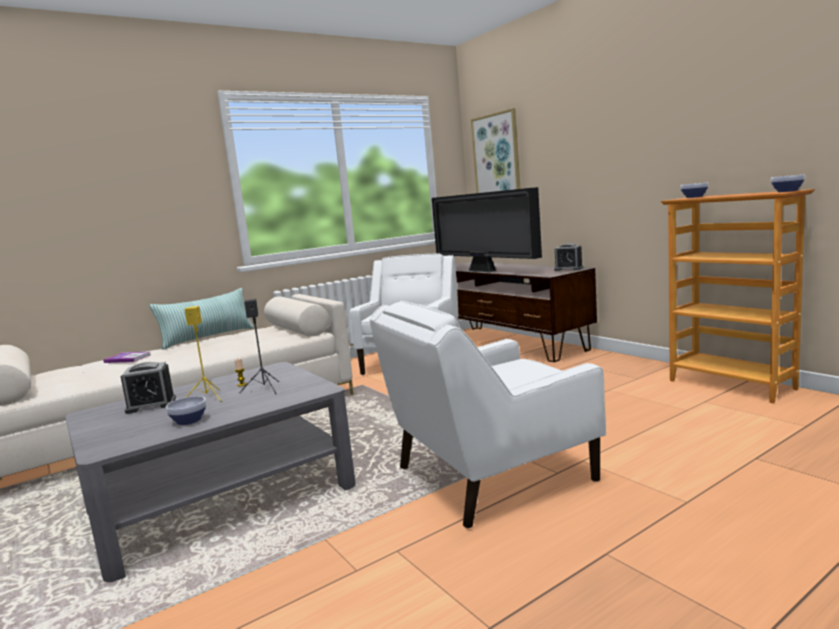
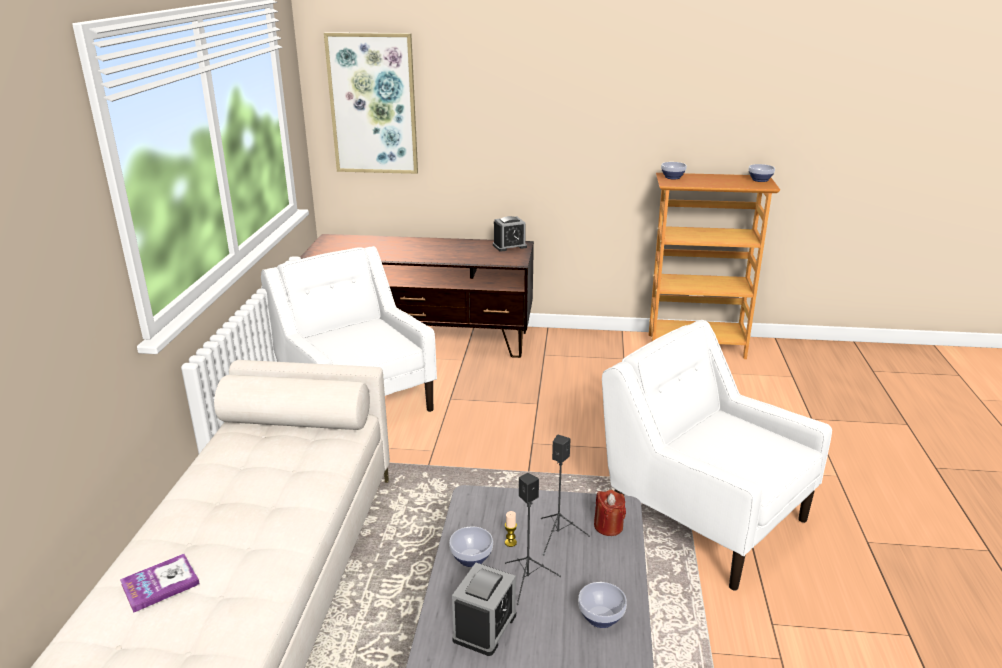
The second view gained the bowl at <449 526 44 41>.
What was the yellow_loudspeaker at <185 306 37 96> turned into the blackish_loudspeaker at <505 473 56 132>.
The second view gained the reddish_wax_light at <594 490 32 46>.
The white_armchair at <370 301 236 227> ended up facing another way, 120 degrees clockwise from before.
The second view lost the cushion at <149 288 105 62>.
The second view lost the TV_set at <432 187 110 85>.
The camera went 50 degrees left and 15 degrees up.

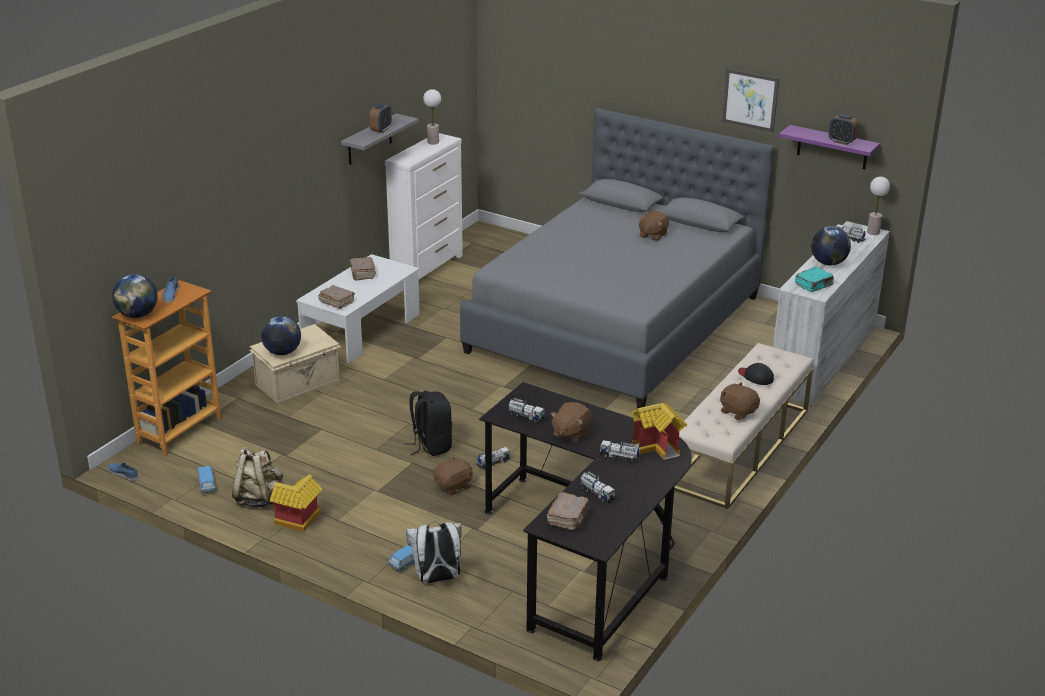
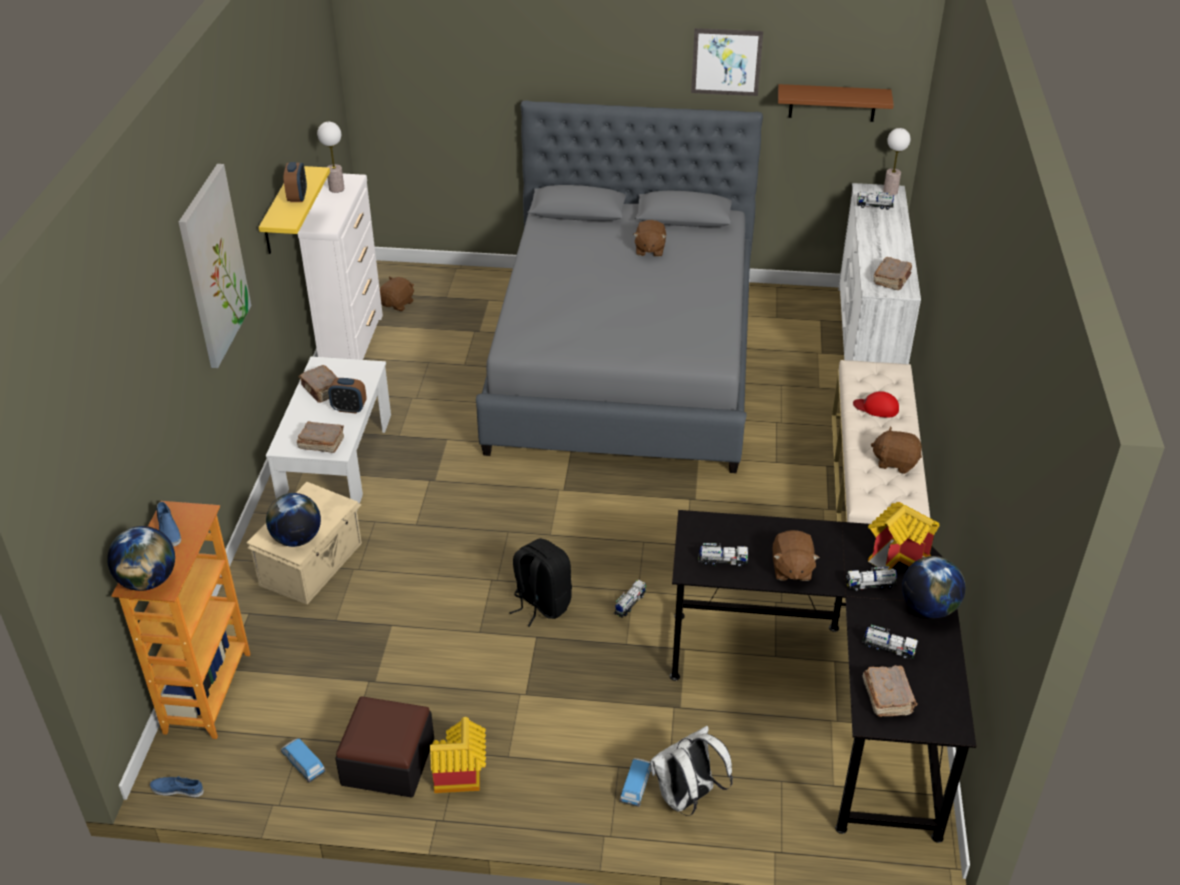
The second view gained the wall_art at <179 164 72 204>.
What was the greyish_wall_shelf at <341 113 77 52> turned into the yellow_wall_shelf at <259 166 71 88>.
The table_clock ended up elsewhere, having gone from <828 114 31 31> to <328 378 38 36>.
Where the beige-coloured_knapsack stood at <232 447 51 61>, the pouffe came to stand at <335 696 99 102>.
The brown-coloured_plush_toy ended up elsewhere, having gone from <433 456 40 39> to <380 276 34 35>.
What was the purple_wall_shelf at <779 125 101 44> turned into the brown-coloured_wall_shelf at <778 84 116 38>.
What was the blackish_baseball_cap at <738 363 36 22> turned into the reddish_baseball_cap at <853 391 46 27>.
What was the turquoise_bound_book at <795 267 39 25> turned into the brown-coloured_bound_book at <874 257 38 33>.
The world_globe ended up elsewhere, having gone from <811 226 40 39> to <902 556 63 62>.
The camera went 25 degrees left and 10 degrees up.

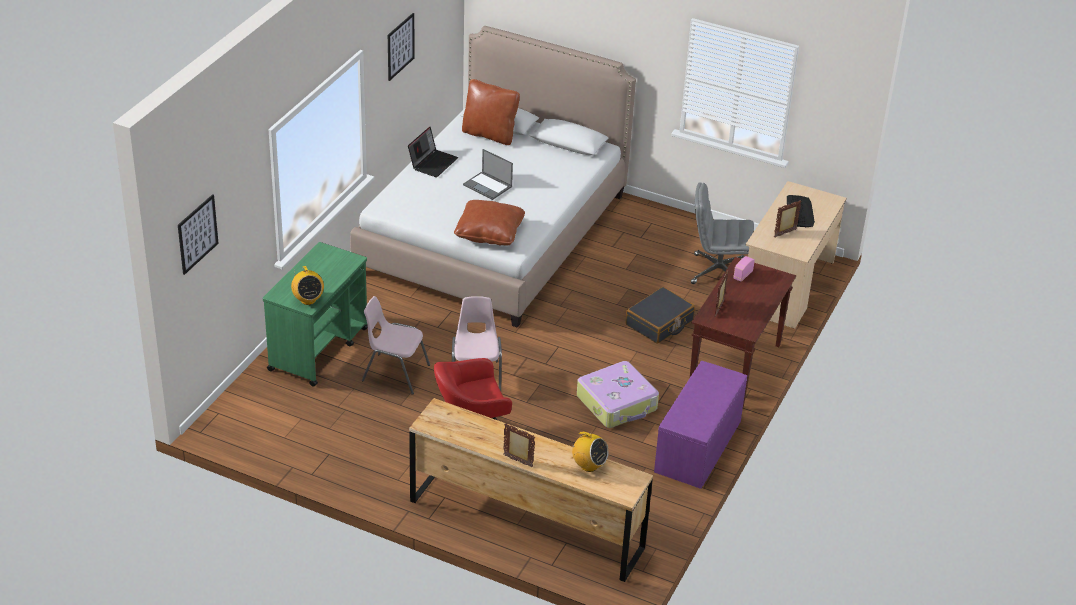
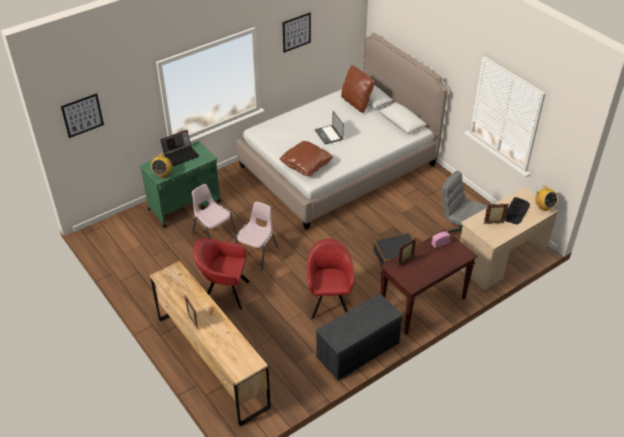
The portable_computer ended up elsewhere, having gone from <408 127 50 50> to <161 130 38 36>.
Where the piece_of_luggage stood at <577 361 82 67>, the reddish_armchair came to stand at <307 239 48 80>.
What was the purple_indoor_bench at <654 361 93 128> turned into the greyish_indoor_bench at <316 294 87 86>.
The radio ended up elsewhere, having gone from <572 432 37 40> to <535 186 23 25>.
The camera went 30 degrees right and 5 degrees up.

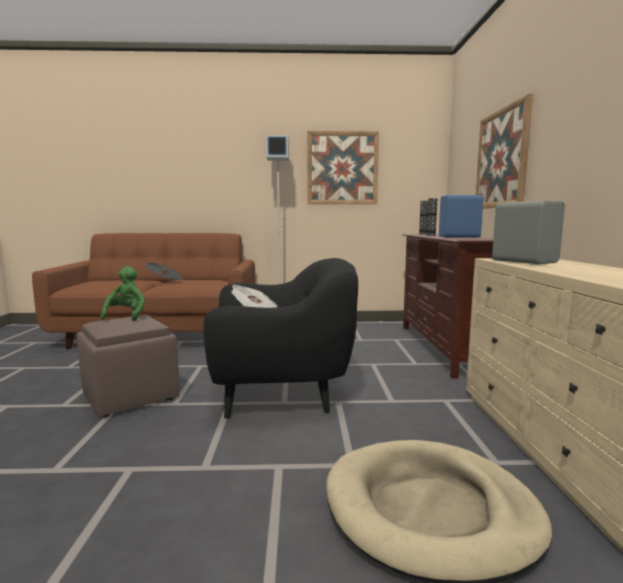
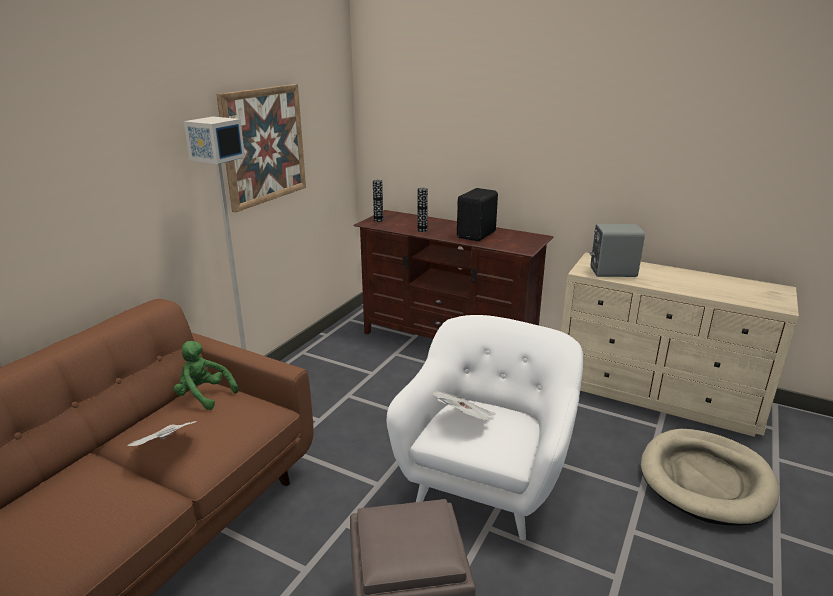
The green_plush_toy ended up elsewhere, having gone from <100 266 45 55> to <174 341 64 69>.
What was the blackish_armchair at <203 258 155 161> turned into the white_armchair at <387 315 196 225>.
What was the blue-coloured_loudspeaker at <439 195 44 43> turned into the blackish_loudspeaker at <457 188 41 53>.
The second view lost the wall_art at <476 94 57 115>.
The camera went 60 degrees left and 15 degrees up.

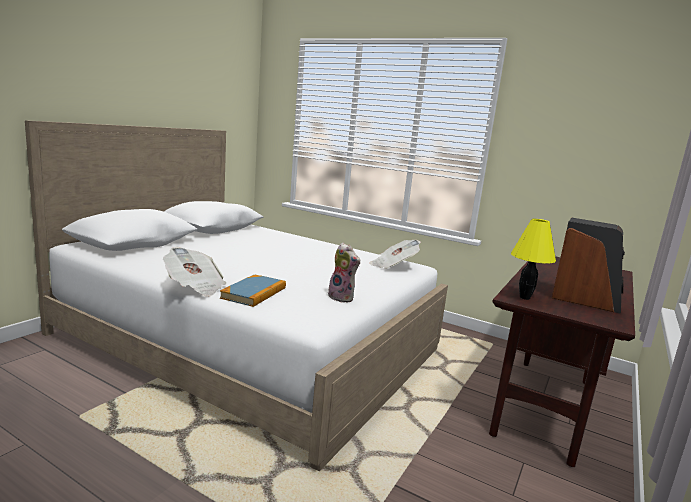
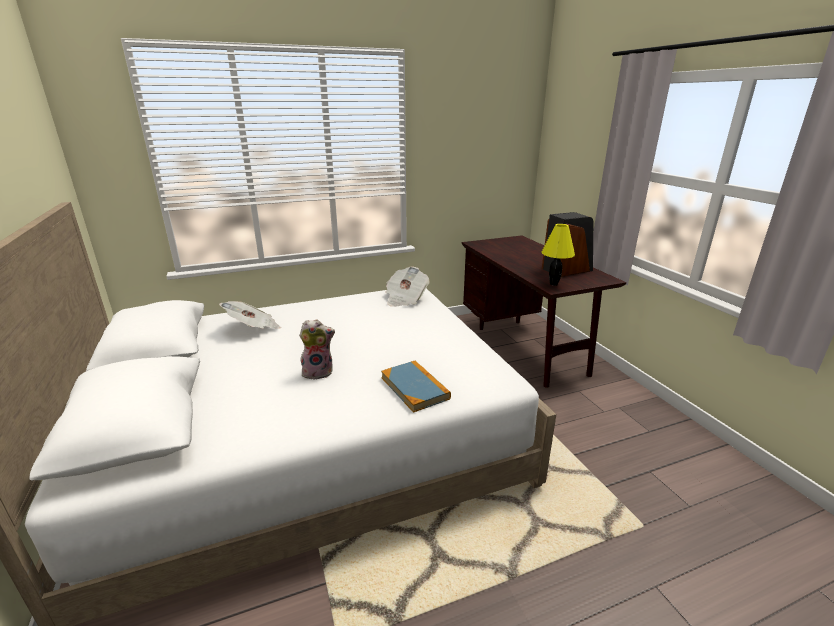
The daily_paper ended up elsewhere, having gone from <163 247 63 50> to <219 301 62 28>.
The plush_toy ended up elsewhere, having gone from <328 243 32 59> to <299 319 36 61>.
The camera went 50 degrees left and 10 degrees up.

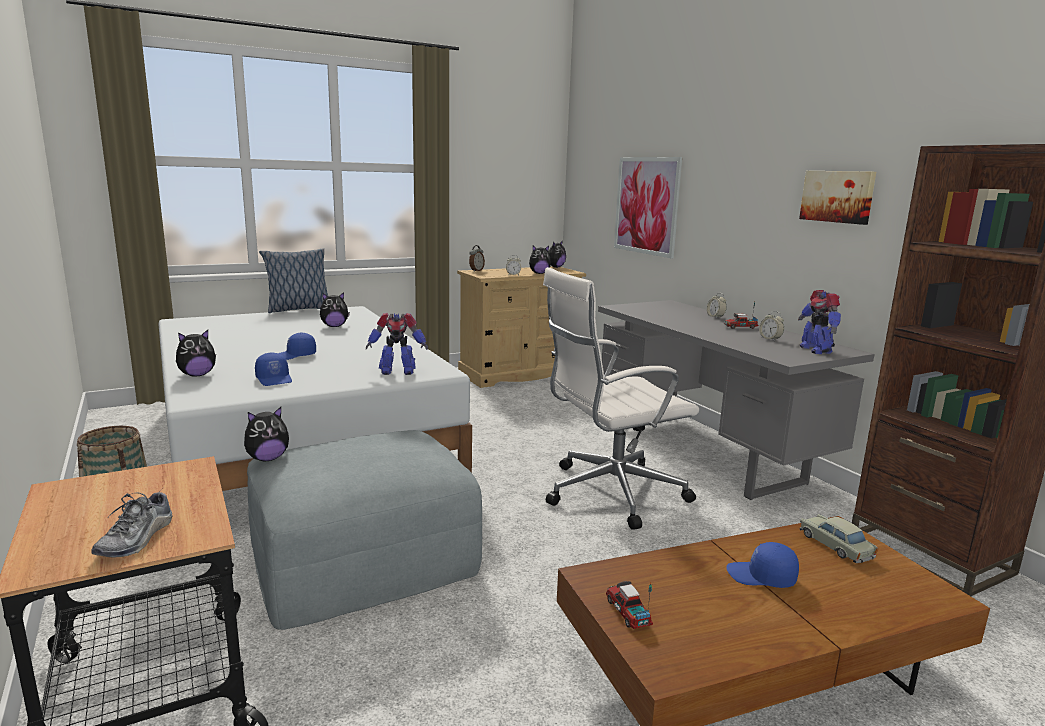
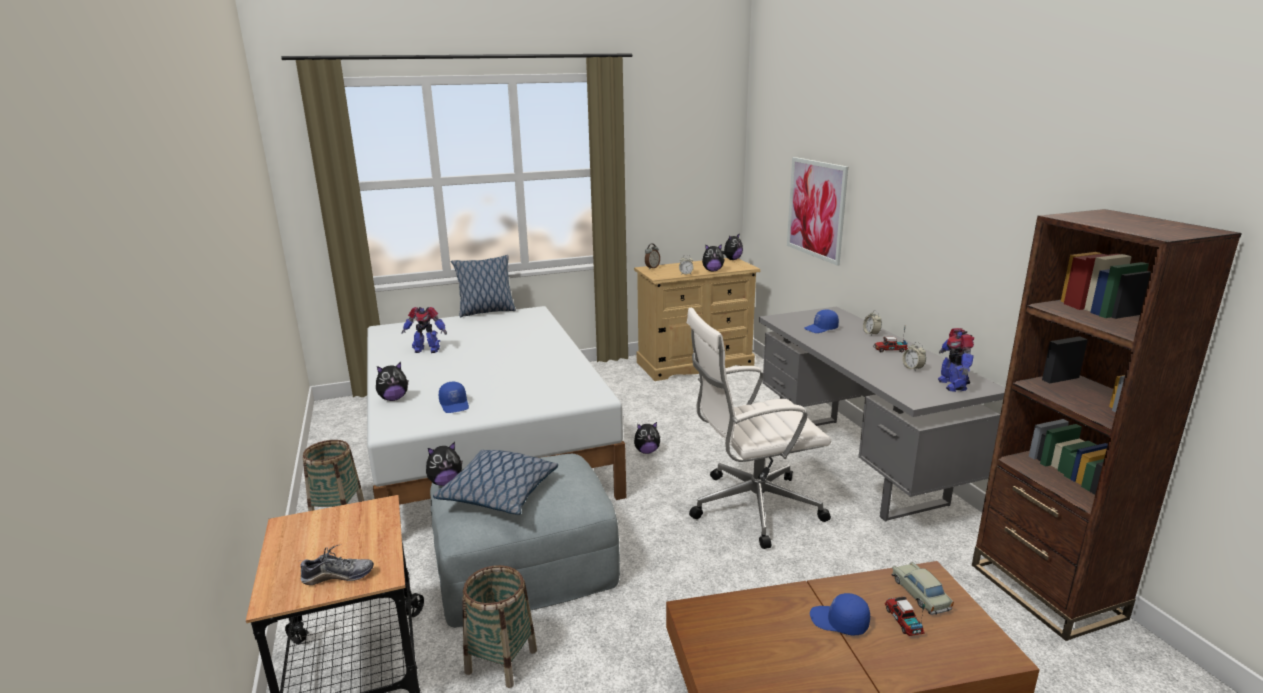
The item_of_footwear at <91 489 82 68> ended up facing another way, 120 degrees counterclockwise from before.
The toy_robot ended up elsewhere, having gone from <366 312 62 63> to <402 307 45 46>.
The second view gained the cushion at <433 450 125 65>.
The second view gained the storage_basket at <462 565 75 123>.
The plush_toy ended up elsewhere, having gone from <320 292 30 35> to <634 422 26 32>.
The blue-coloured_baseball_cap ended up elsewhere, having gone from <278 333 38 27> to <804 309 35 24>.
The model_truck ended up elsewhere, having gone from <606 581 47 48> to <885 597 40 39>.
The second view lost the wall_art at <799 171 77 54>.
The camera went 10 degrees right and 5 degrees up.

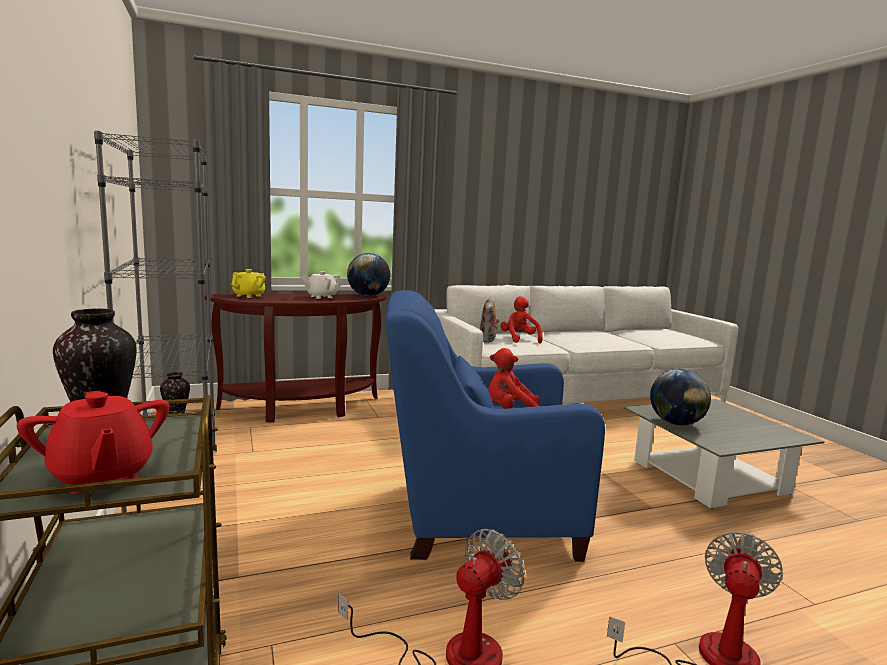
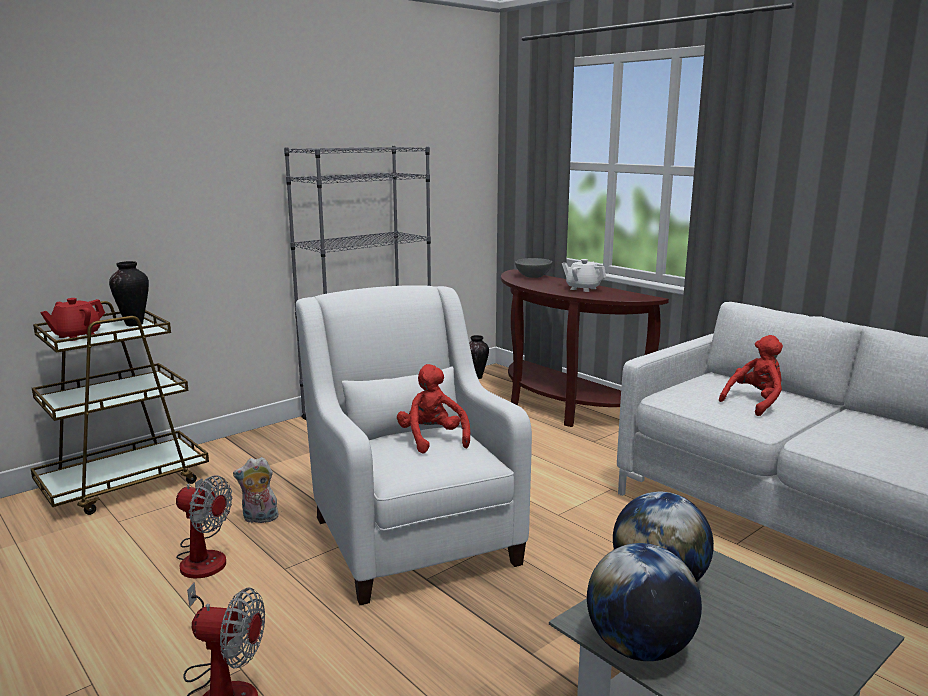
The plush_toy ended up elsewhere, having gone from <480 297 20 46> to <233 457 46 66>.
What was the blue-coloured_armchair at <386 290 219 272> turned into the white_armchair at <296 285 236 320>.
Where the yellow_pot_for_tea stood at <232 269 34 29>, the greyish_bowl came to stand at <515 258 37 20>.
The world_globe ended up elsewhere, having gone from <347 253 43 43> to <587 543 115 118>.
The camera went 70 degrees right and 5 degrees up.

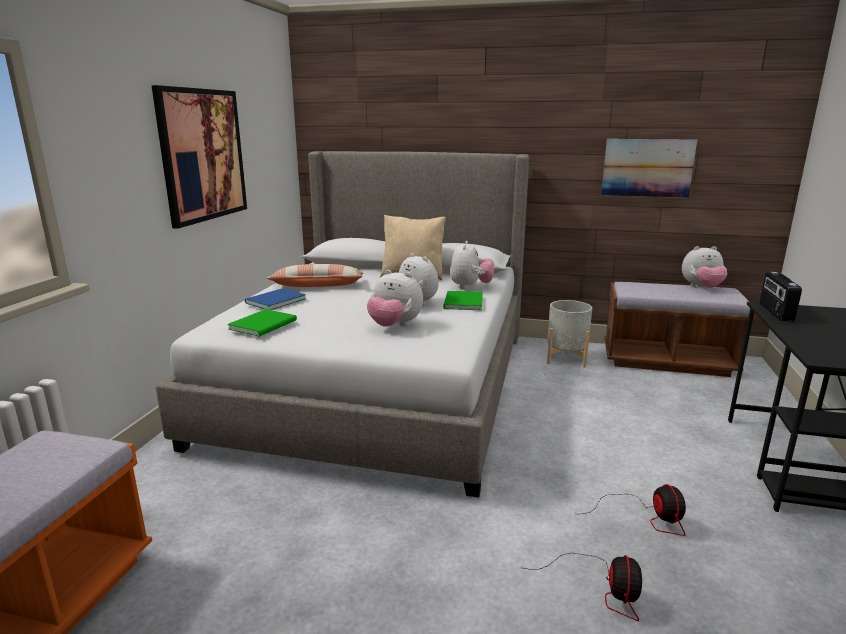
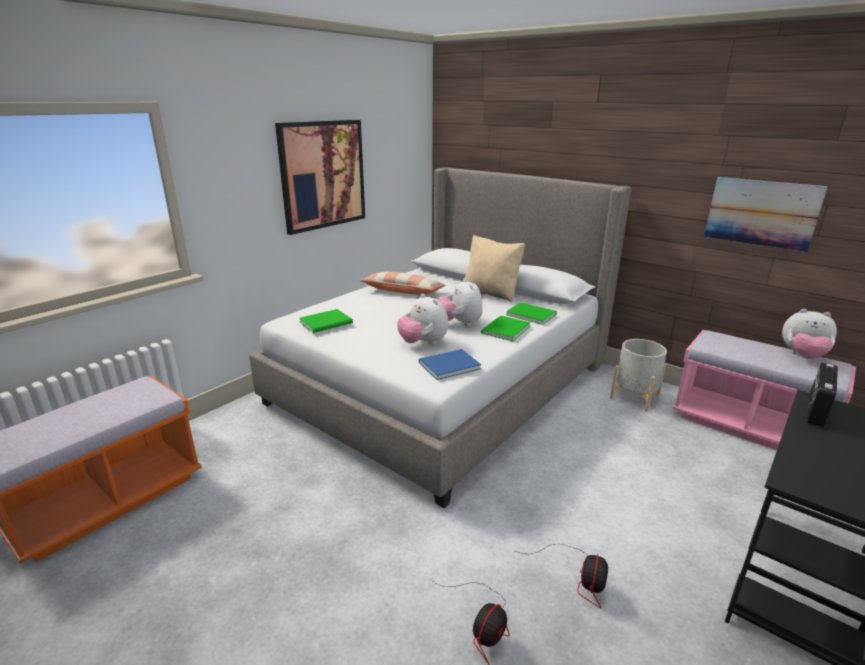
The blue-coloured_bound_book ended up elsewhere, having gone from <245 288 61 22> to <419 349 62 31>.
Where the plush_toy stood at <450 241 45 48>, the green_bound_book came to stand at <506 302 51 23>.
What was the brown-coloured_indoor_bench at <605 282 150 95> turned into the pinkish_indoor_bench at <672 330 184 120>.
The camera went 25 degrees right and 5 degrees up.

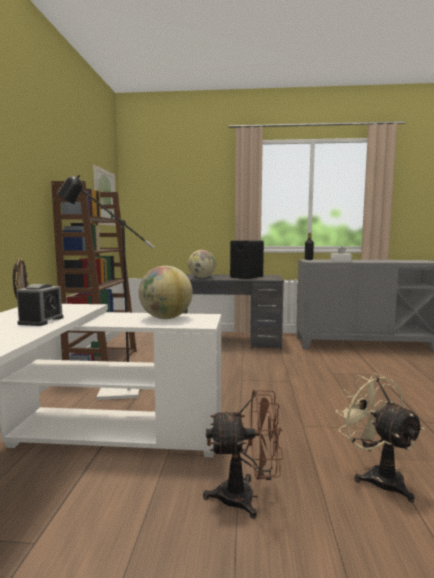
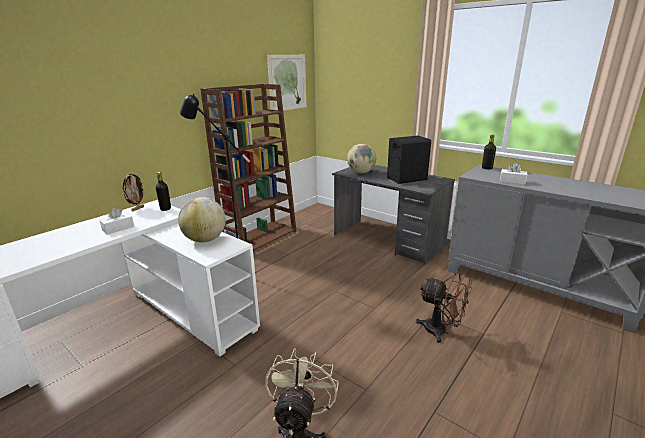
Where the table_clock stood at <16 284 48 42>, the white_tissue_holder came to stand at <99 208 35 26>.
The second view gained the blackish_drink_bottle at <156 172 15 39>.
The brown-coloured_cooling_fan ended up elsewhere, having gone from <203 390 80 129> to <416 271 57 72>.
The camera went 35 degrees right and 15 degrees up.

